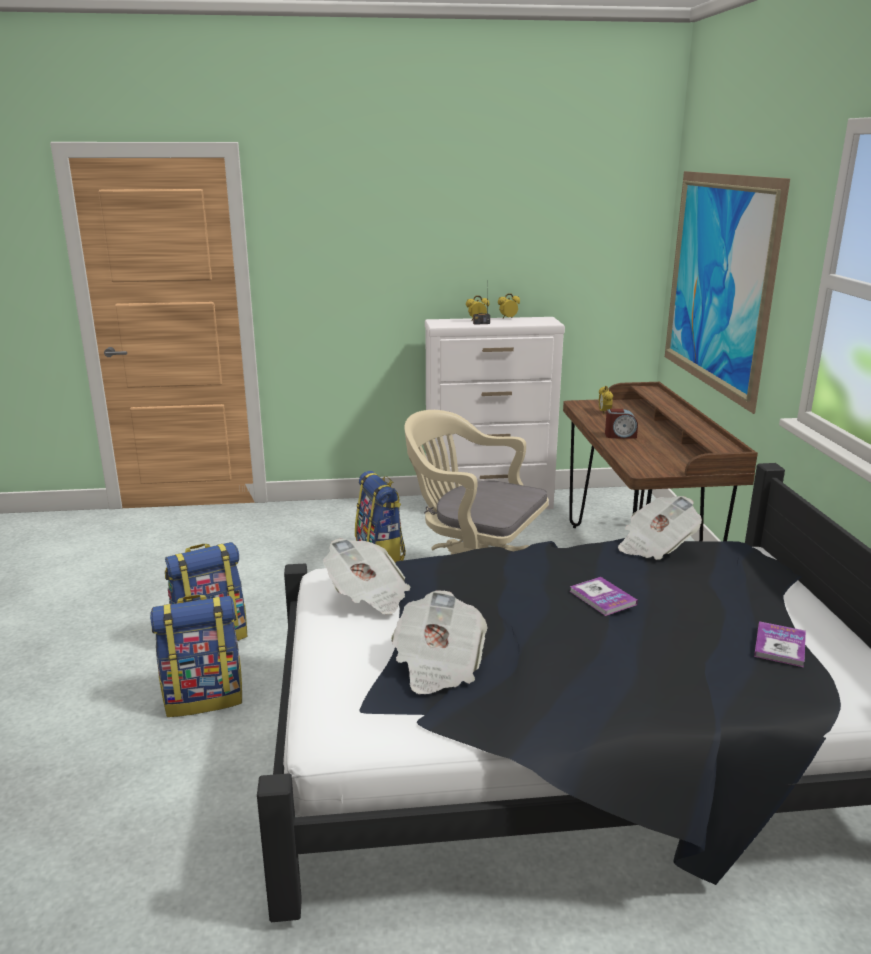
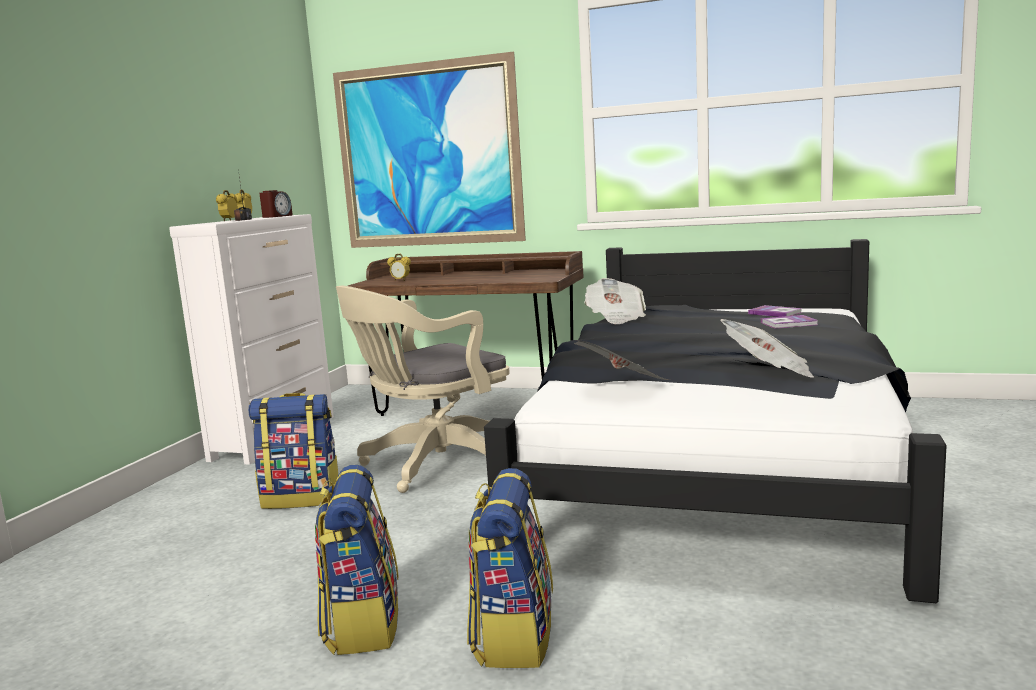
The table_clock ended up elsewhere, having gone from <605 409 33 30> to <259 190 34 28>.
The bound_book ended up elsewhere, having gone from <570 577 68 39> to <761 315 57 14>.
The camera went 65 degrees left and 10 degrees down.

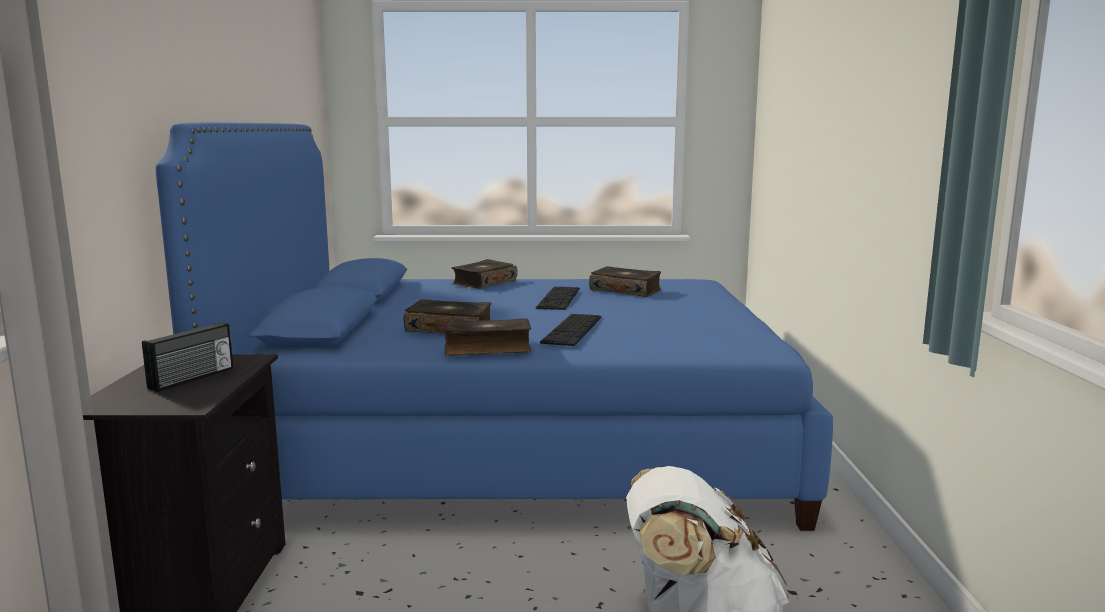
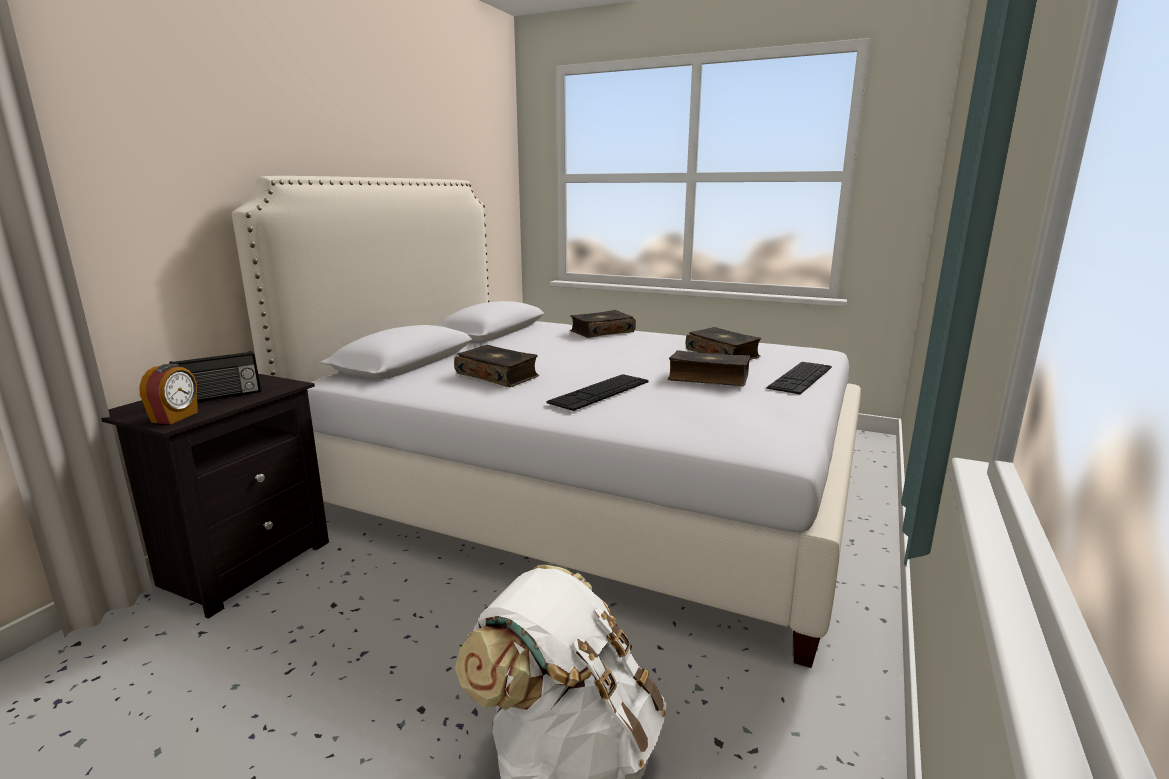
The second view gained the table_clock at <139 364 59 60>.
What was the blue-coloured_bedroom_bed at <156 122 677 409> turned into the white_bedroom_bed at <232 176 629 492>.
The bound_book ended up elsewhere, having gone from <444 318 87 38> to <668 350 82 36>.
The computer_keyboard ended up elsewhere, having gone from <536 287 44 23> to <767 362 65 32>.
The camera went 25 degrees right and 5 degrees up.

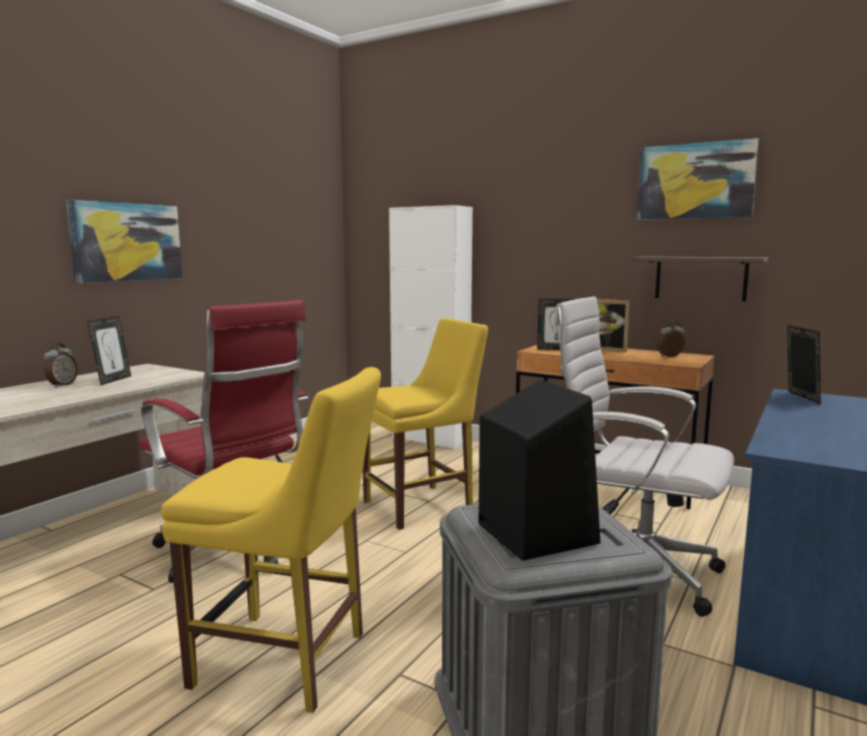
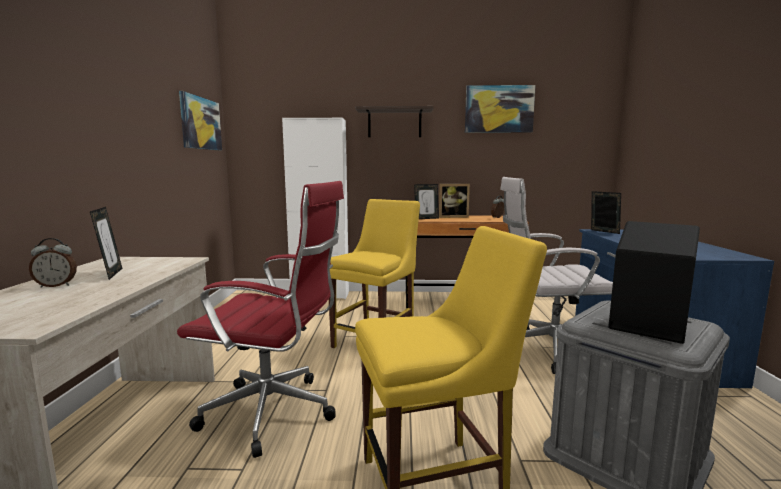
The table_clock at <44 343 34 45> ended up facing another way, 90 degrees clockwise from before.
The wall_art ended up elsewhere, having gone from <66 199 116 84> to <179 91 43 59>.
The wall_shelf ended up elsewhere, having gone from <630 256 138 45> to <355 106 79 31>.
The camera went 30 degrees left and 0 degrees up.

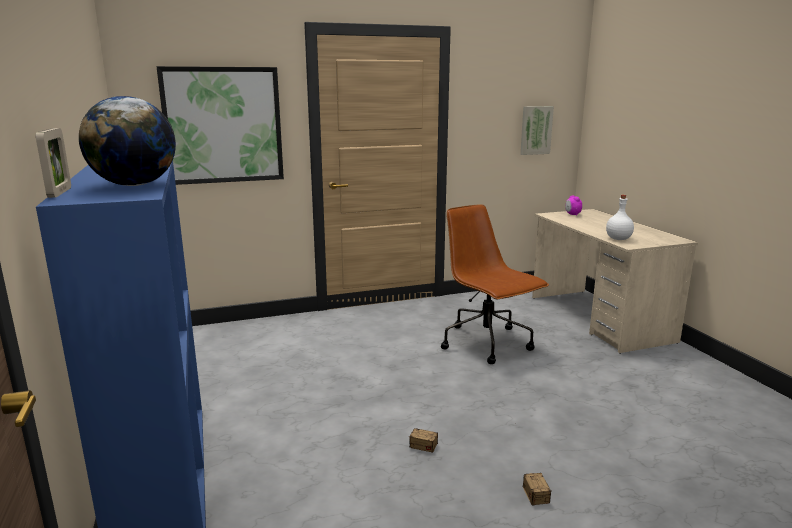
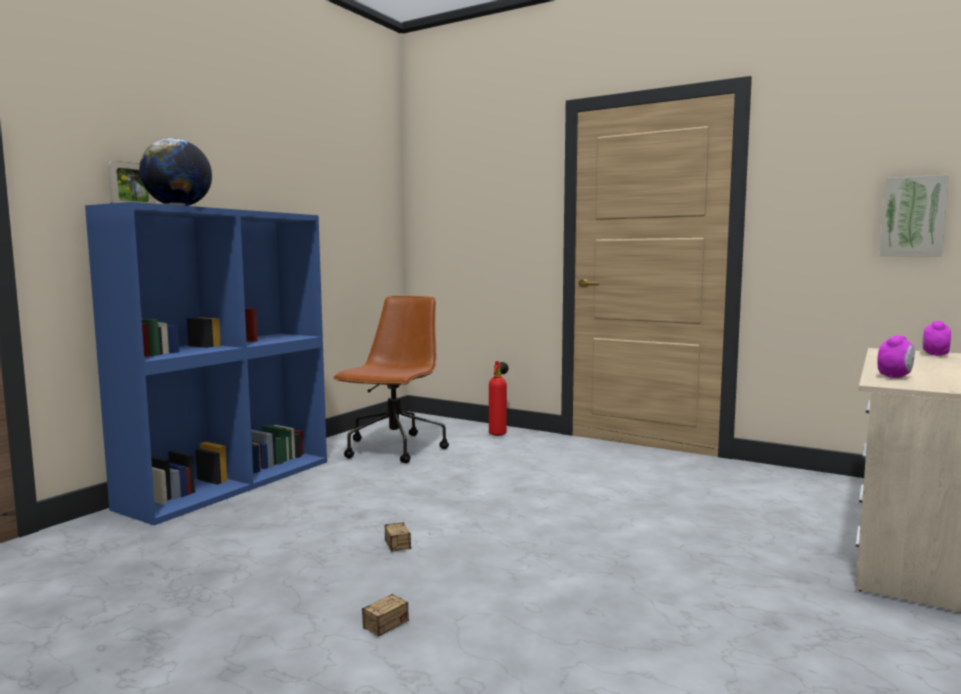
The brown-coloured_desk_chair ended up elsewhere, having gone from <441 204 108 160> to <333 296 116 167>.
The second view gained the fire-fighting_cylinder at <489 361 20 75>.
Where the white_drink_bottle stood at <606 195 28 45>, the table_clock came to stand at <877 335 38 43>.
The second view lost the wall_art at <157 66 127 119>.
The camera went 50 degrees right and 10 degrees down.

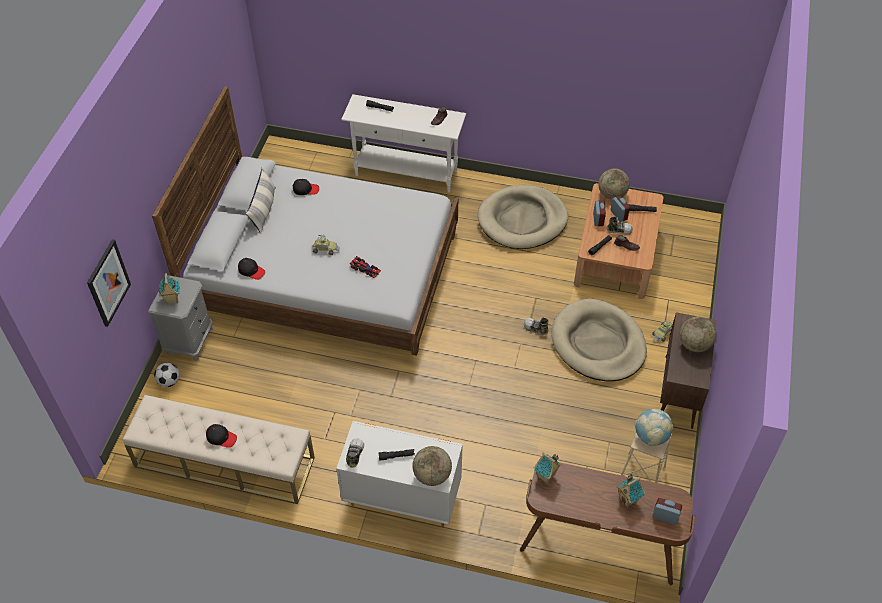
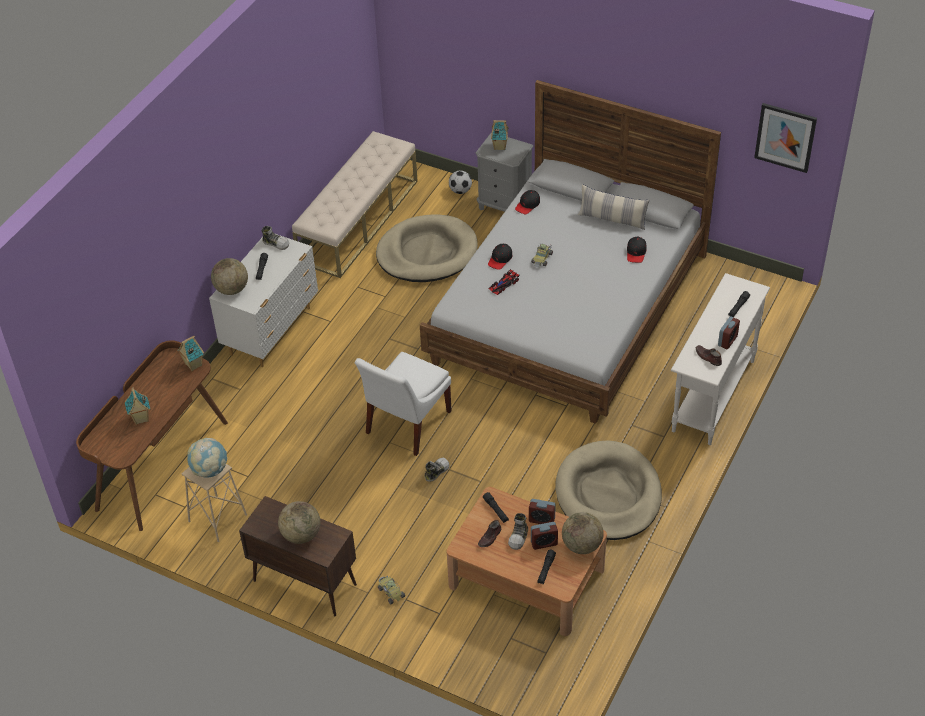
The second view gained the white_chair at <355 352 97 104>.
The beige-coloured_pet_bed ended up elsewhere, having gone from <551 298 96 84> to <376 214 102 68>.
The blackish_baseball_cap ended up elsewhere, having gone from <206 424 31 24> to <488 244 24 26>.
The table_clock ended up elsewhere, having gone from <652 498 30 27> to <718 316 22 33>.
The wall_art ended up elsewhere, having gone from <87 239 44 88> to <754 103 63 70>.
The camera went 105 degrees right and 5 degrees down.

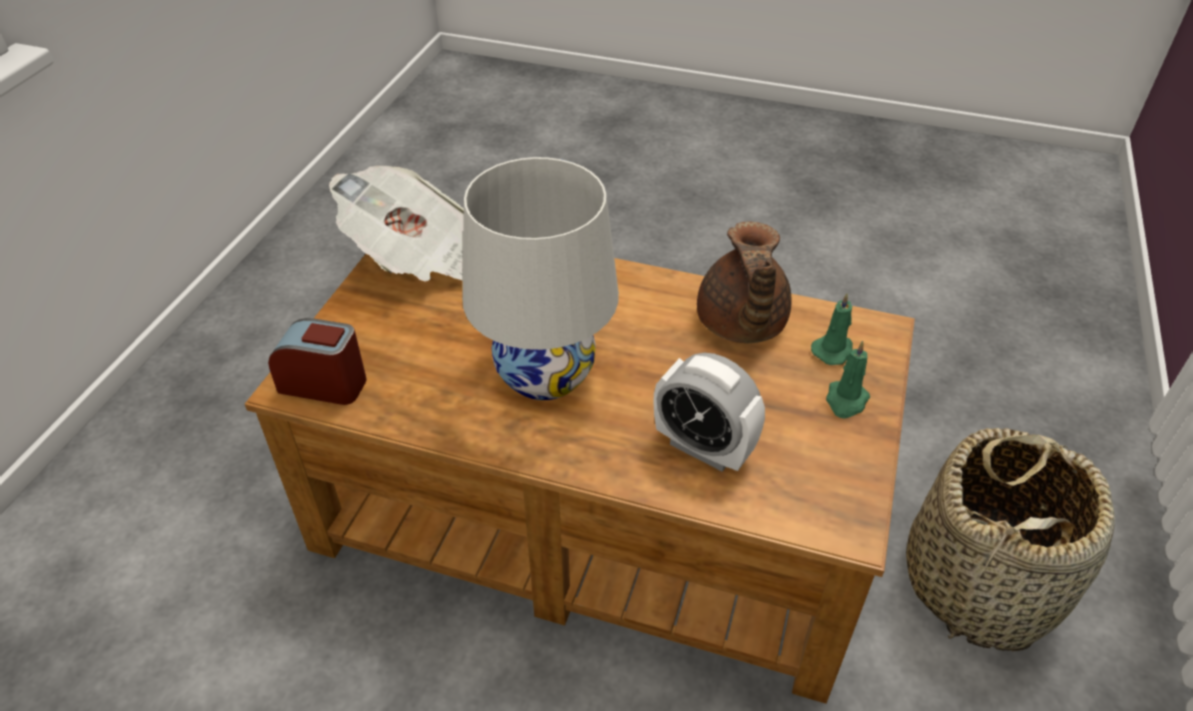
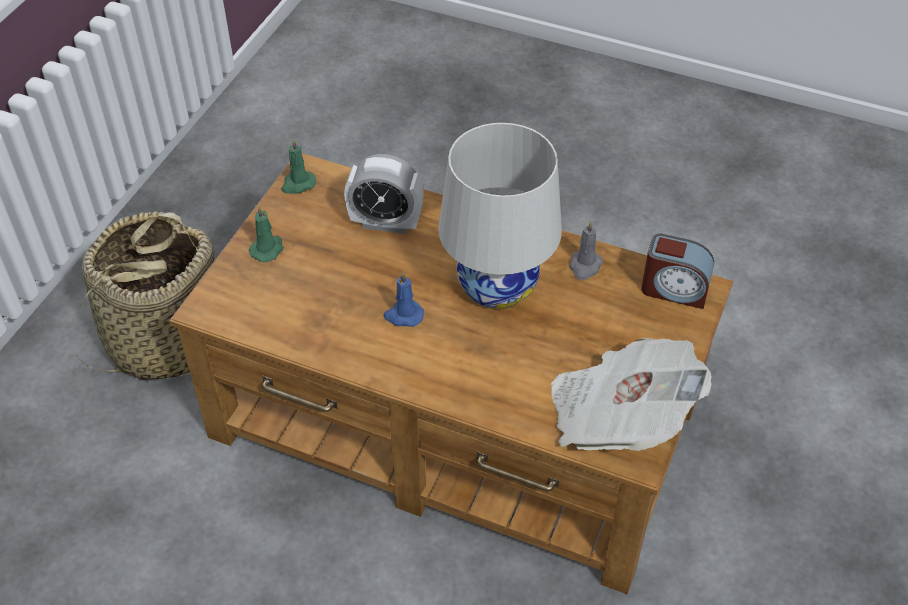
The green_wax_light ended up elsewhere, having gone from <811 293 42 72> to <281 139 35 55>.
The table_clock at <654 353 111 119> ended up facing another way, 150 degrees clockwise from before.
The second view gained the blue-coloured_wax_light at <383 272 41 55>.
The second view gained the greyish_wax_light at <570 221 33 59>.
The second view lost the brown-coloured_pot_for_tea at <697 222 95 121>.
The camera went 175 degrees left and 5 degrees up.

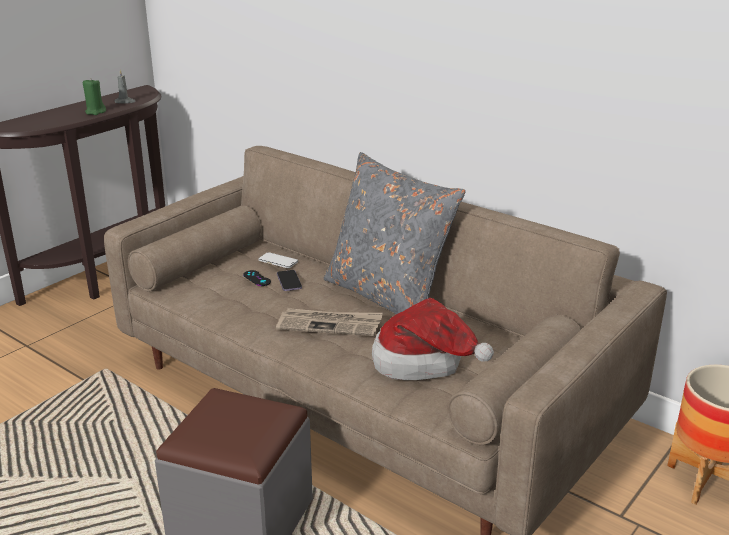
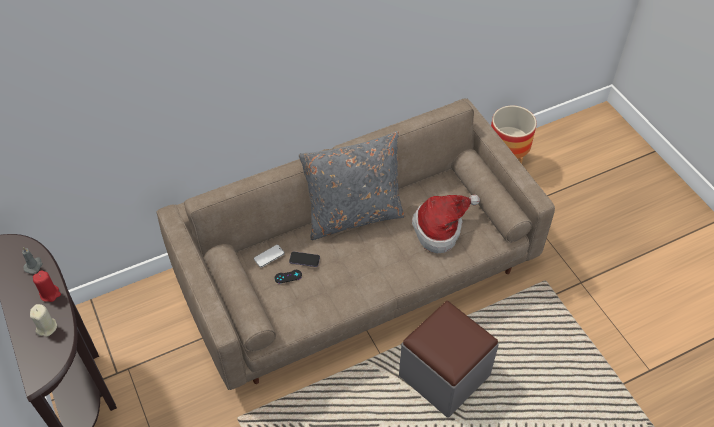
The second view gained the beige-coloured_wax_light at <30 304 27 33>.
What was the green_wax_light at <83 78 23 37> turned into the reddish_wax_light at <33 271 28 31>.
The second view lost the daily_paper at <276 308 107 28>.
The camera went 65 degrees left and 25 degrees up.

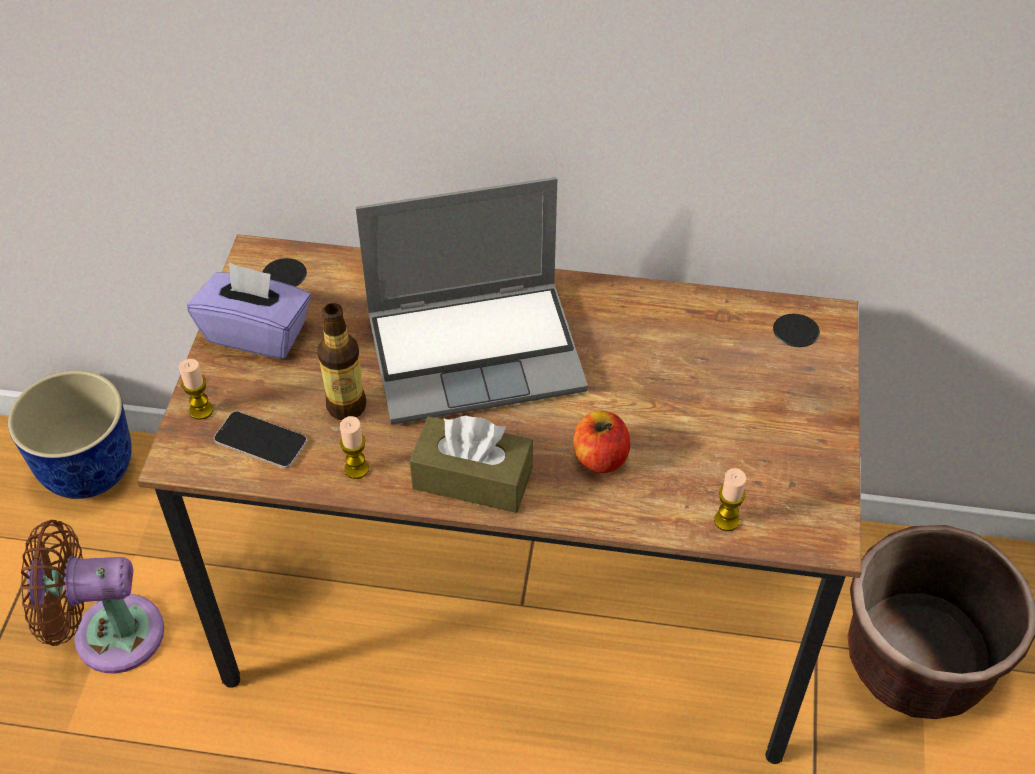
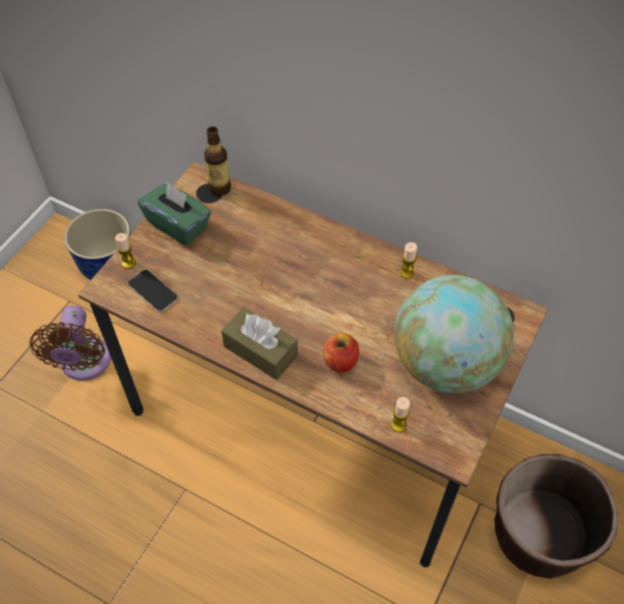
The brown-coloured_cooling_fan at <21 520 143 154> ended up facing another way, 105 degrees counterclockwise from before.
What was the purple_tissue_holder at <187 262 124 97> turned into the green_tissue_holder at <138 182 73 63>.
The drink_bottle ended up elsewhere, having gone from <318 303 48 117> to <204 127 27 69>.
The second view gained the world_globe at <394 275 120 118>.
The wax_light ended up elsewhere, having gone from <340 416 29 63> to <400 242 17 37>.
The second view lost the portable_computer at <356 177 232 248>.
The camera went 20 degrees right and 5 degrees up.

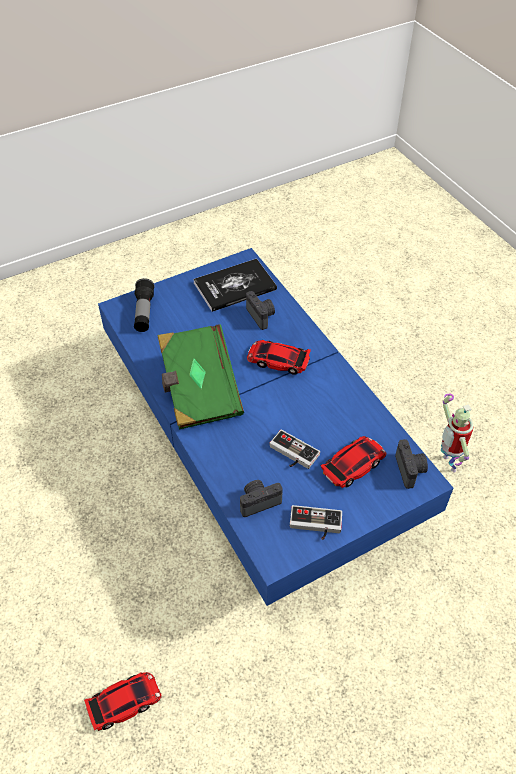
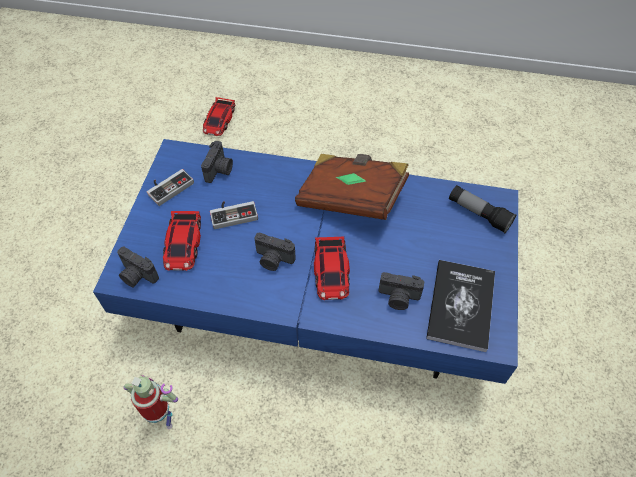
The second view gained the still_camera at <254 233 42 38>.
What was the green_bound_book at <158 324 86 105> turned into the brown-coloured_bound_book at <295 154 114 66>.
The miniature_car at <247 340 64 35> ended up facing another way, 120 degrees clockwise from before.
The camera went 130 degrees right and 5 degrees up.

